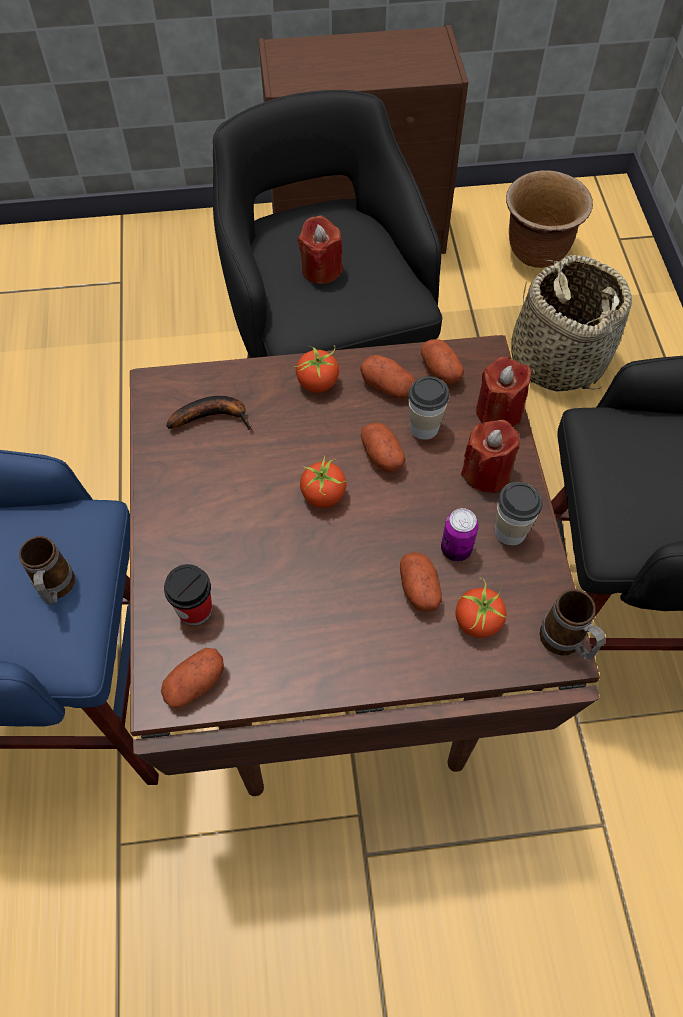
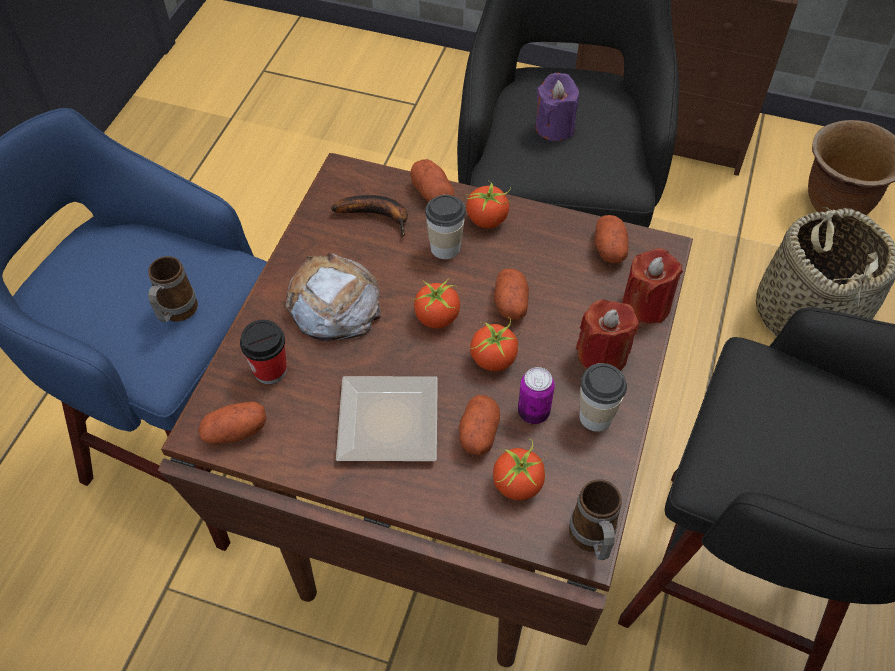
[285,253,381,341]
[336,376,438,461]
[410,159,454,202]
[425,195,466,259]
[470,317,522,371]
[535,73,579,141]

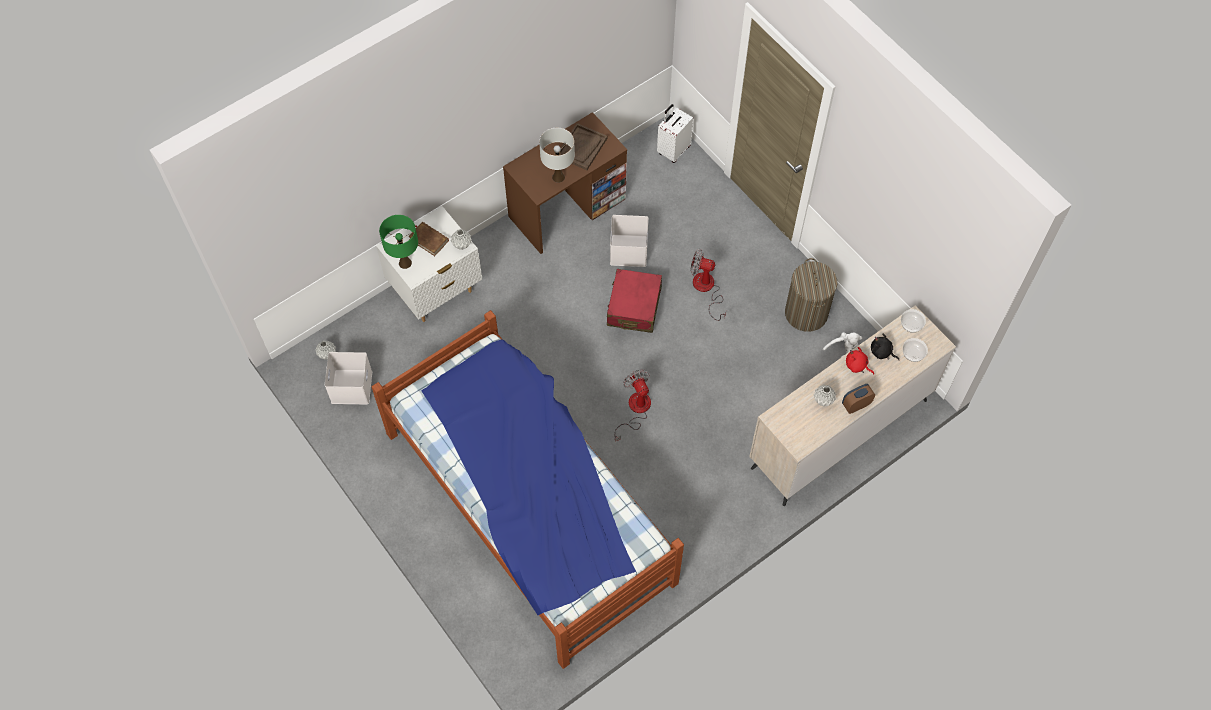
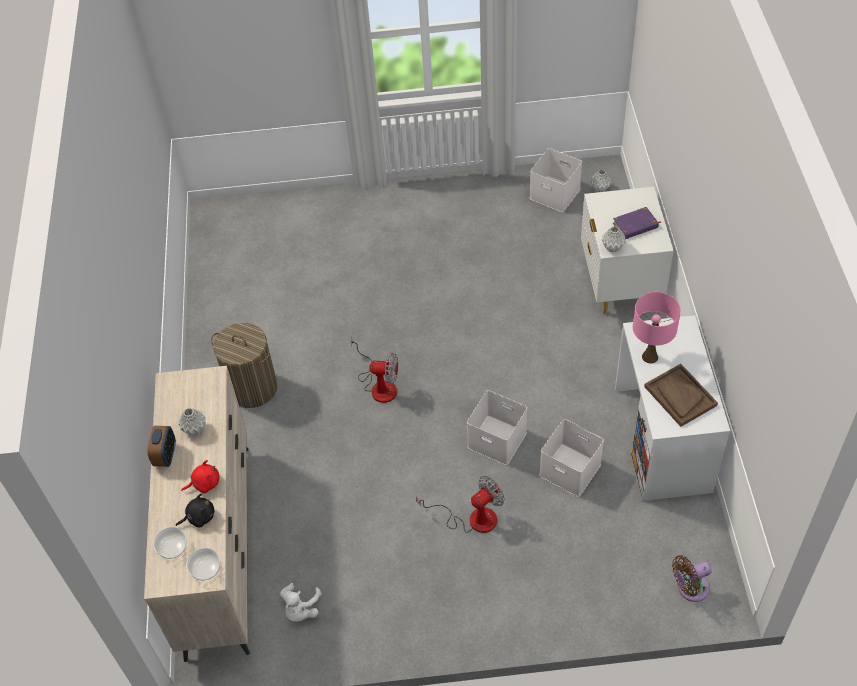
[211,323,277,408]
[467,390,527,465]
[613,207,662,239]
[615,315,730,500]
[633,292,681,363]
[672,555,712,602]
[371,310,684,669] (first image)
[379,215,418,269] (first image)

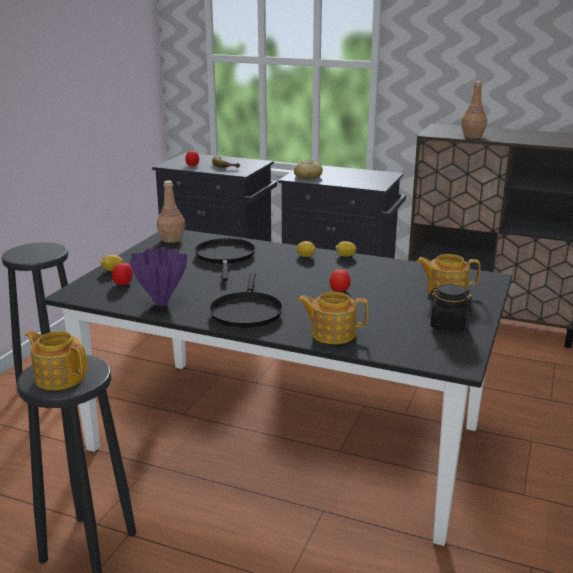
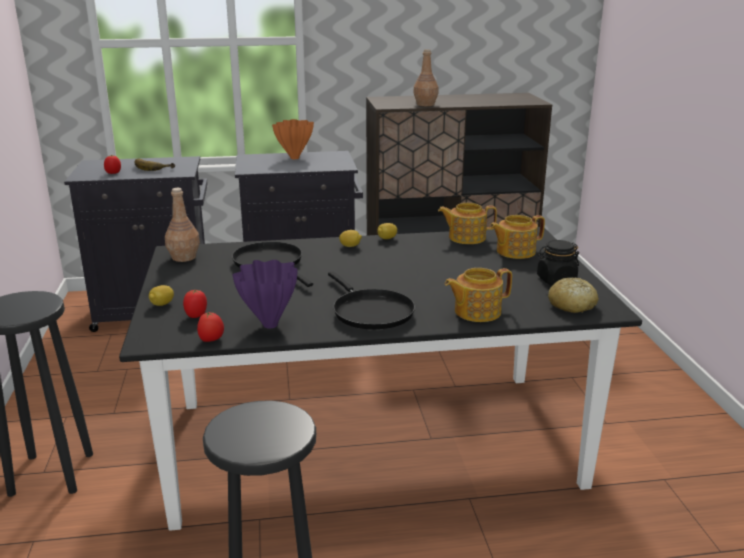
[197,312,224,342]
[272,119,314,159]
[438,203,497,244]
[548,278,599,313]

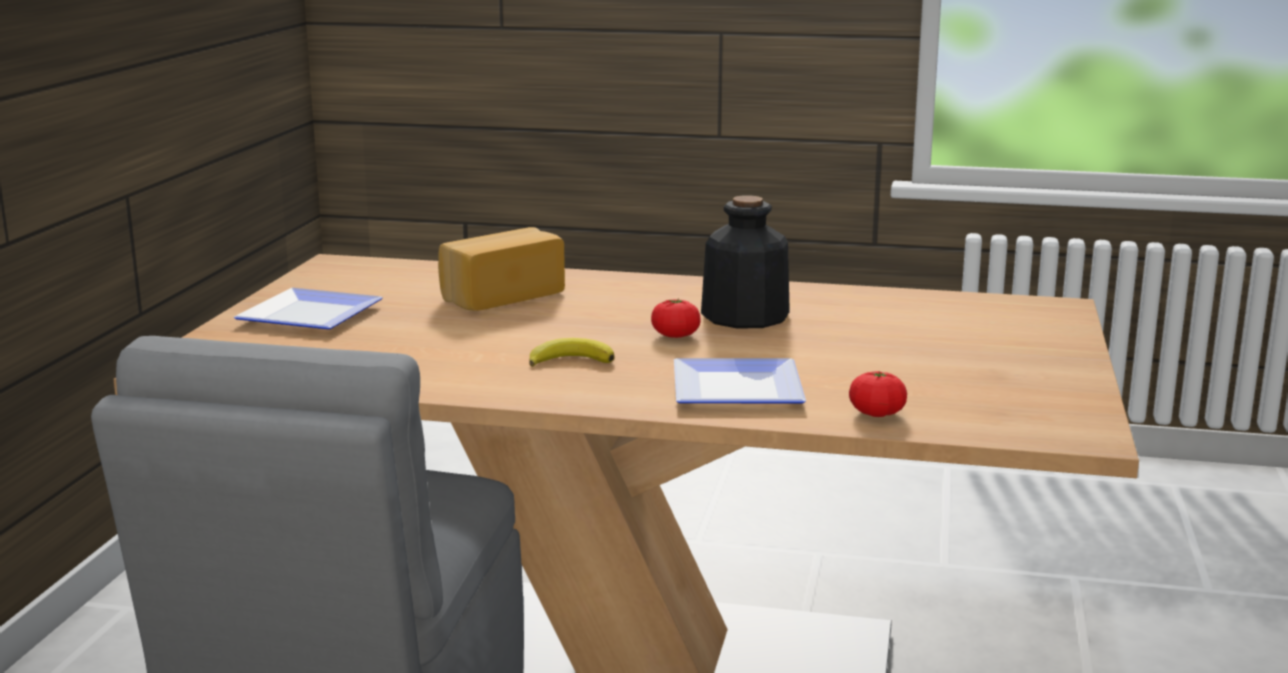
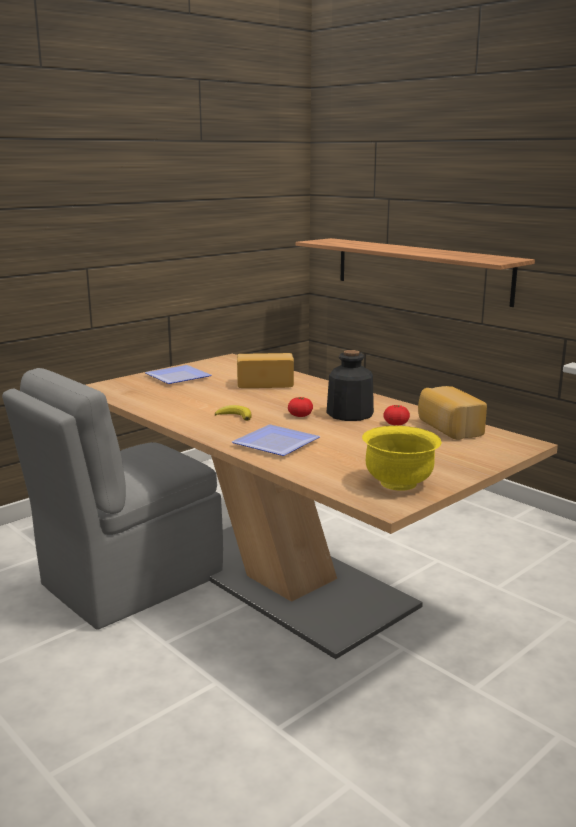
[296,238,535,307]
[362,426,441,491]
[383,405,410,426]
[418,386,487,440]

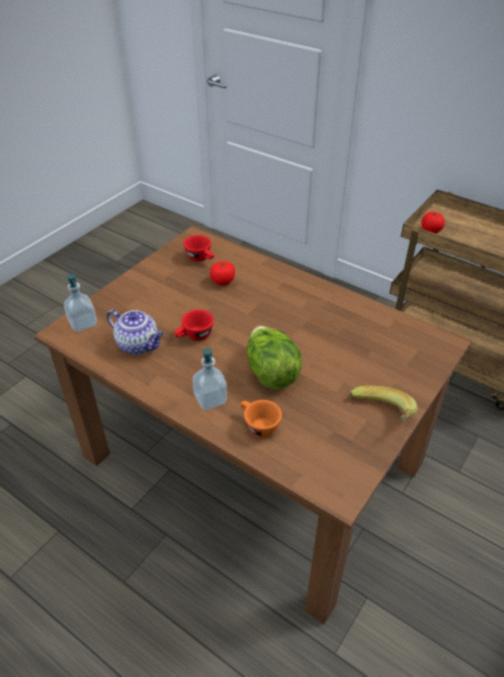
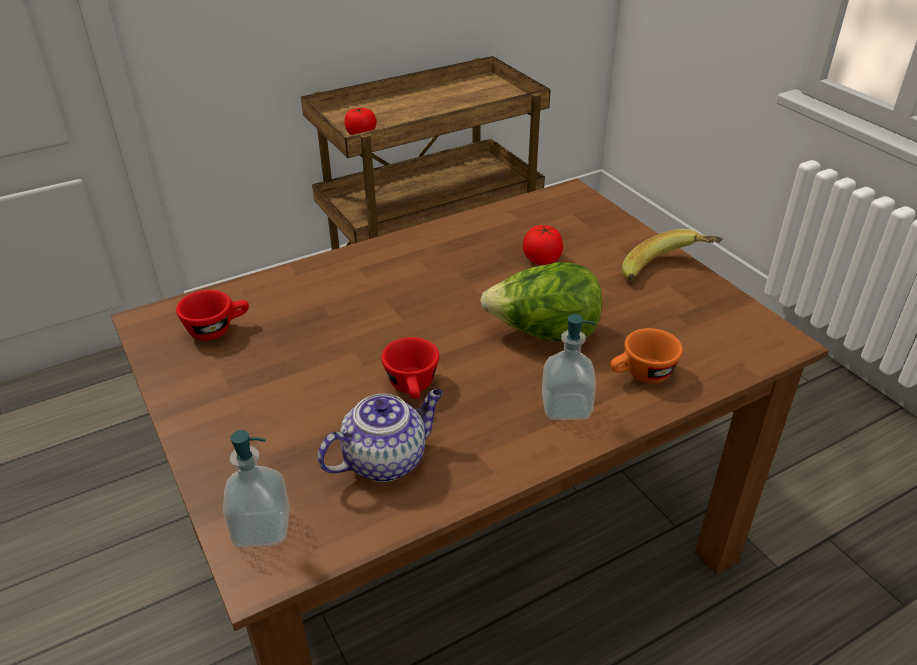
[523,225,563,265]

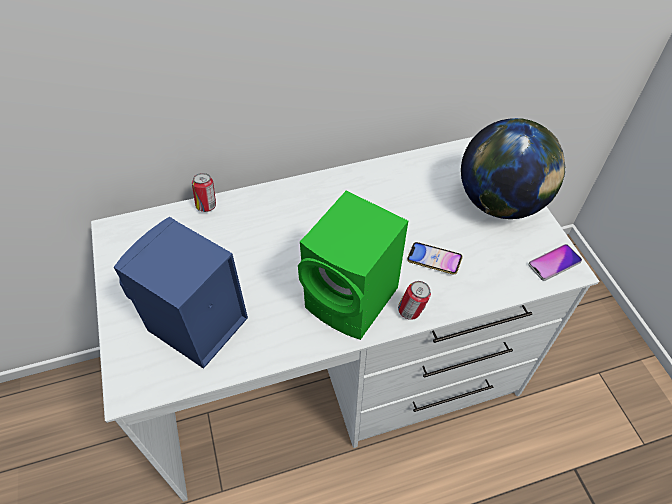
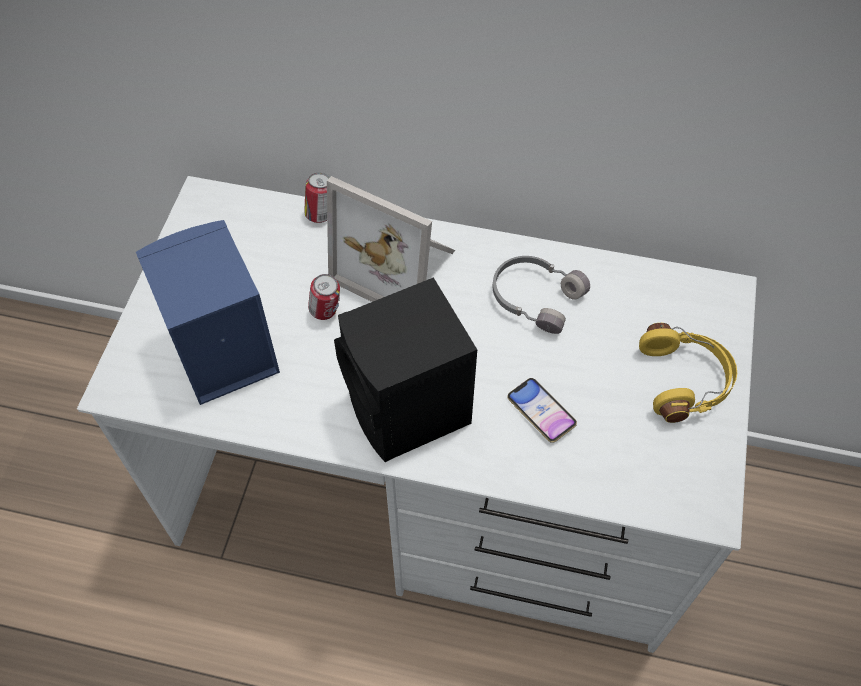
[308,274,340,320]
[327,176,455,302]
[334,277,477,462]
[493,256,590,334]
[639,323,737,423]
[528,244,582,281] (first image)

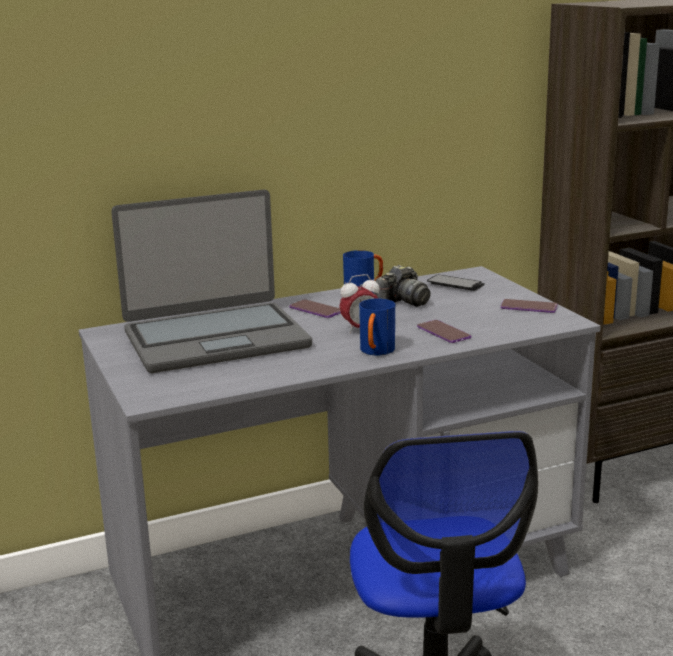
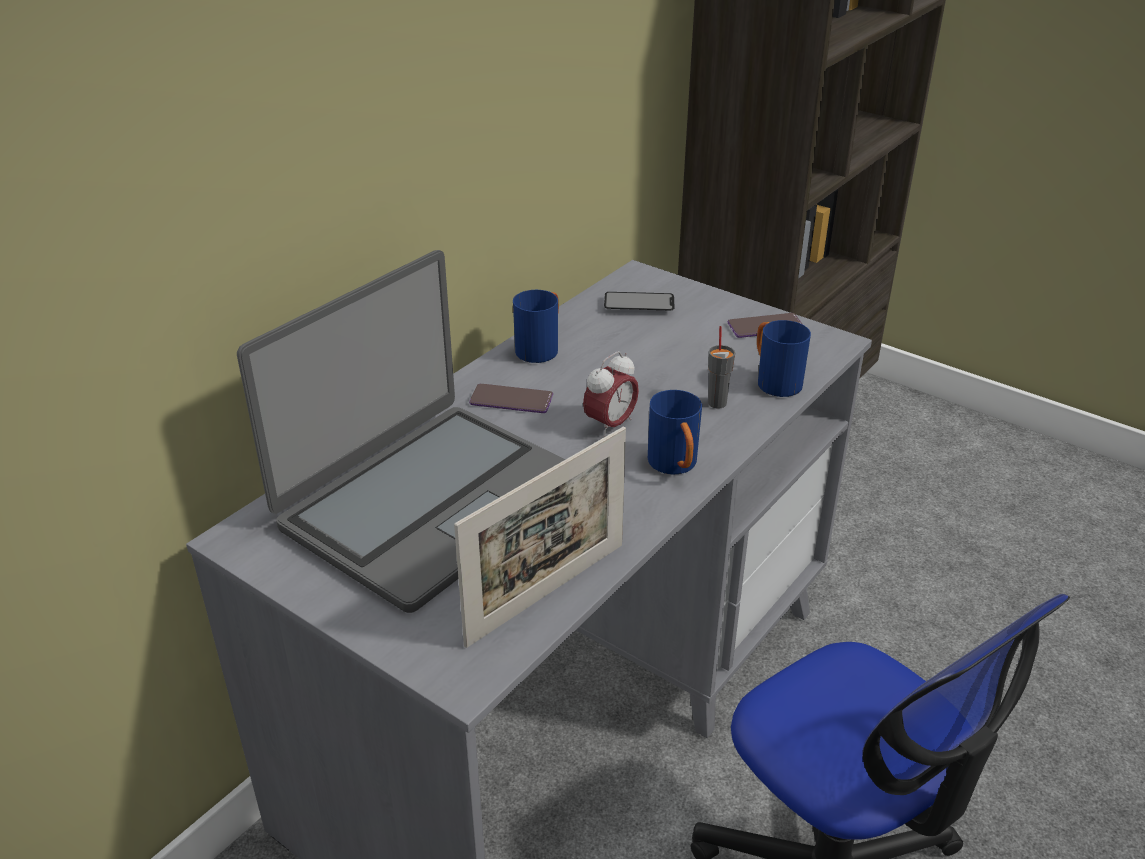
[454,426,626,648]
[708,326,735,409]
[757,320,811,397]
[373,265,431,307] (first image)

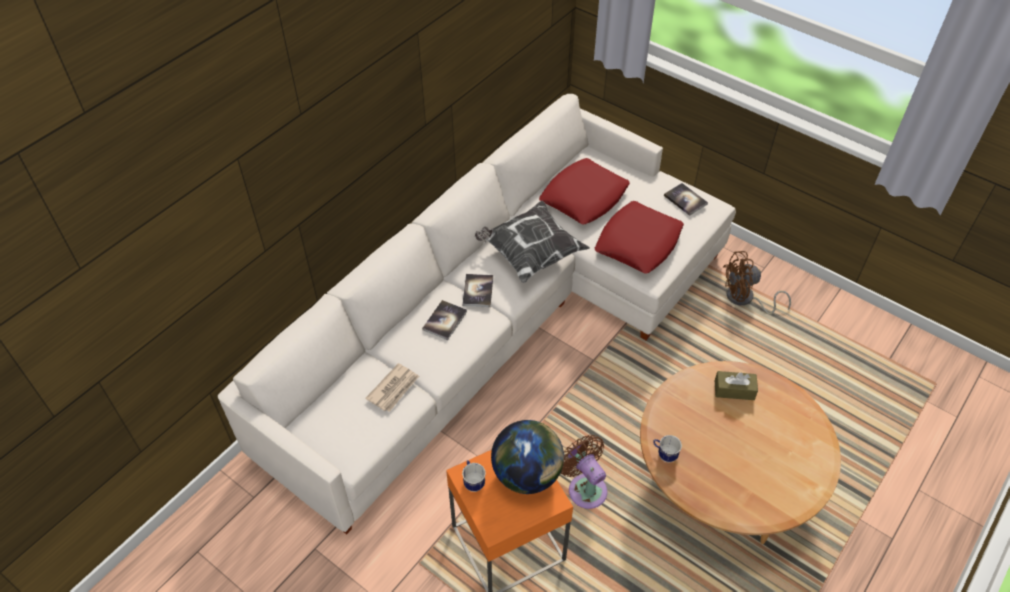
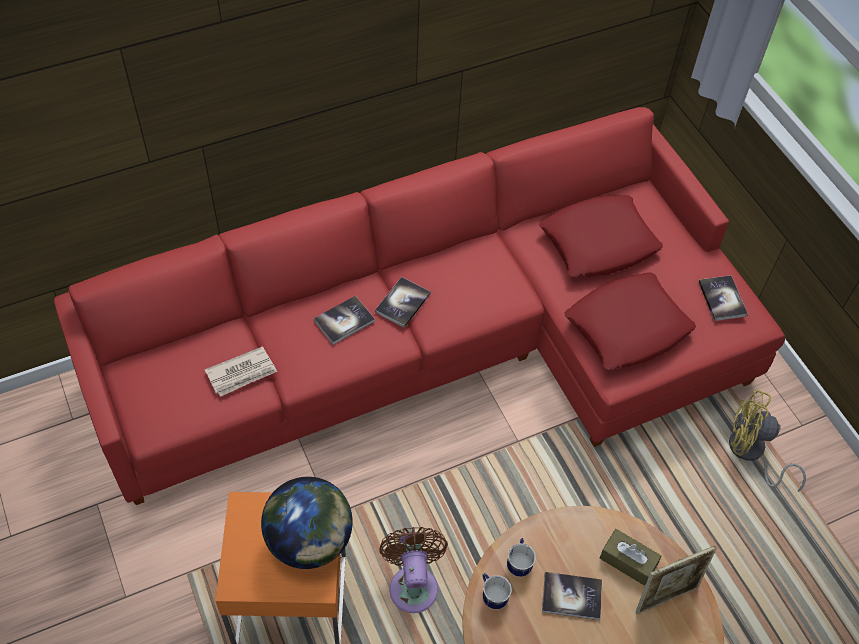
[54,107,785,505]
[507,538,536,577]
[542,572,602,620]
[636,546,717,614]
[729,389,806,492]
[475,201,590,283] (first image)

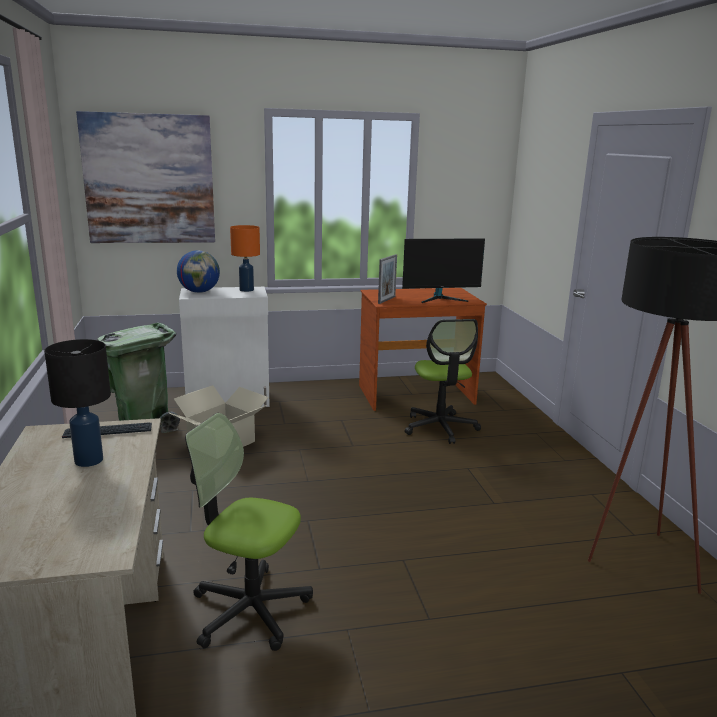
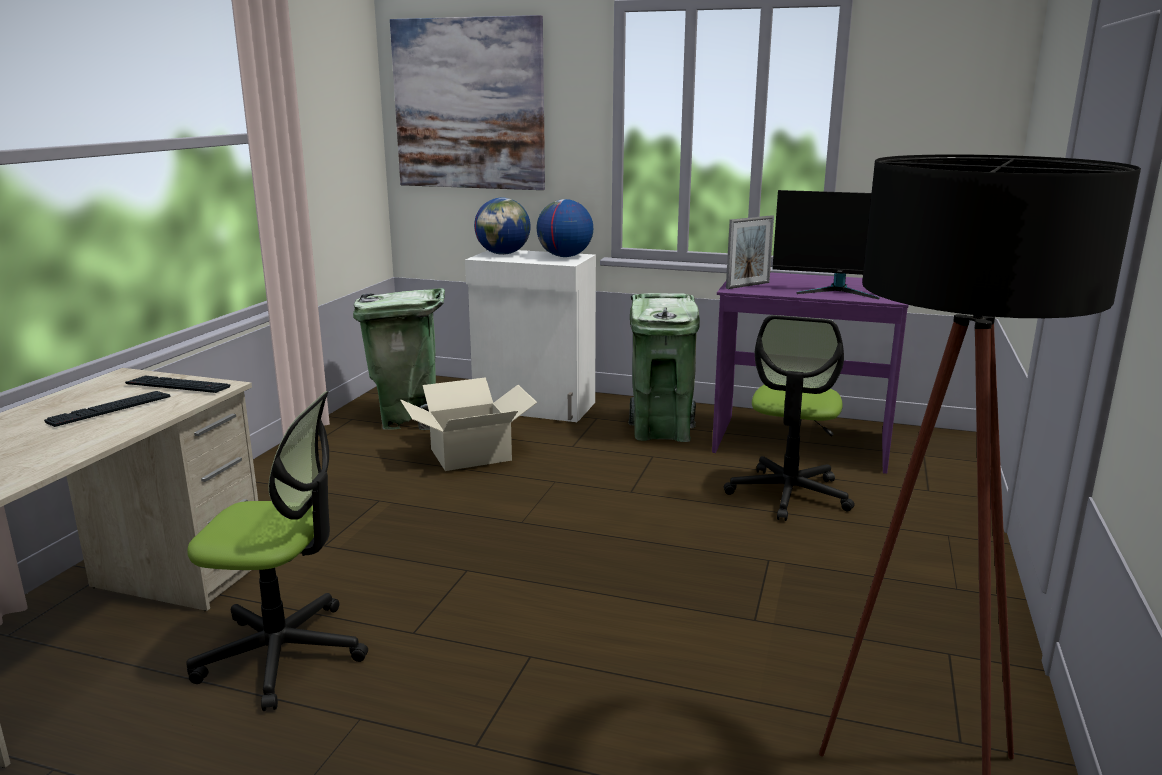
[44,391,170,427]
[187,391,368,711]
[537,199,593,257]
[629,293,700,442]
[712,272,909,474]

